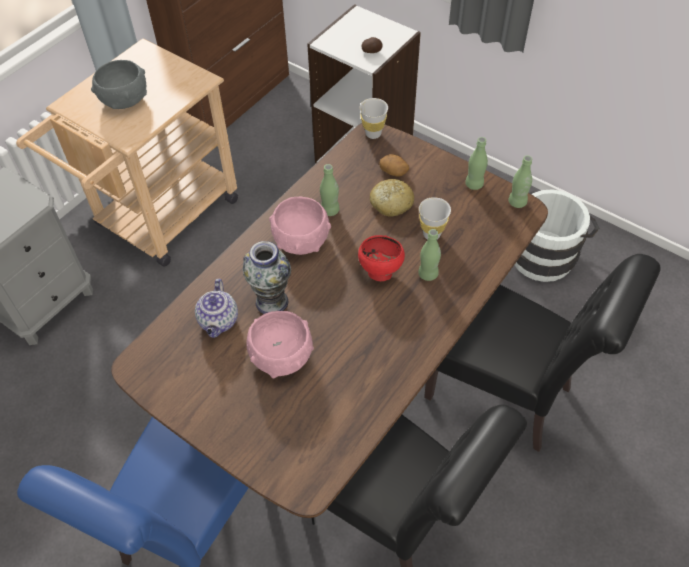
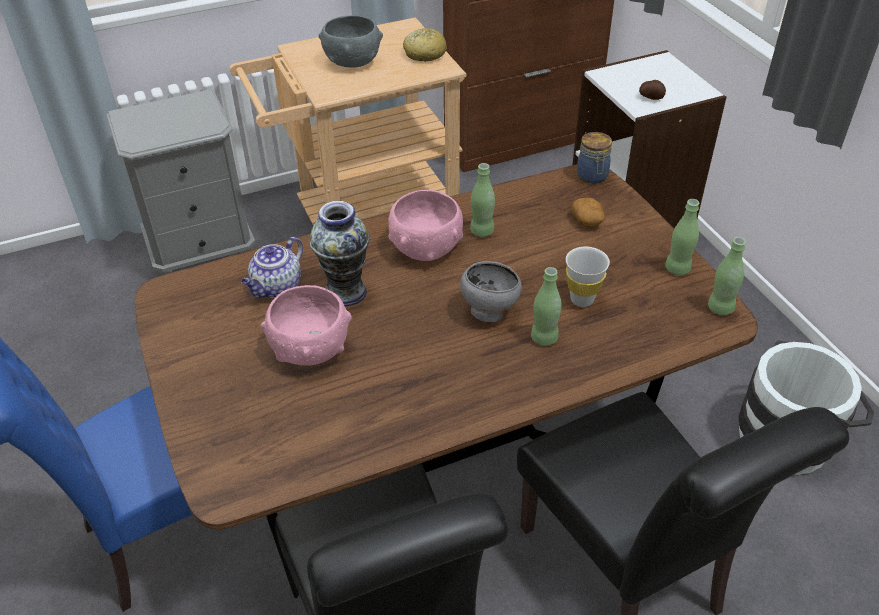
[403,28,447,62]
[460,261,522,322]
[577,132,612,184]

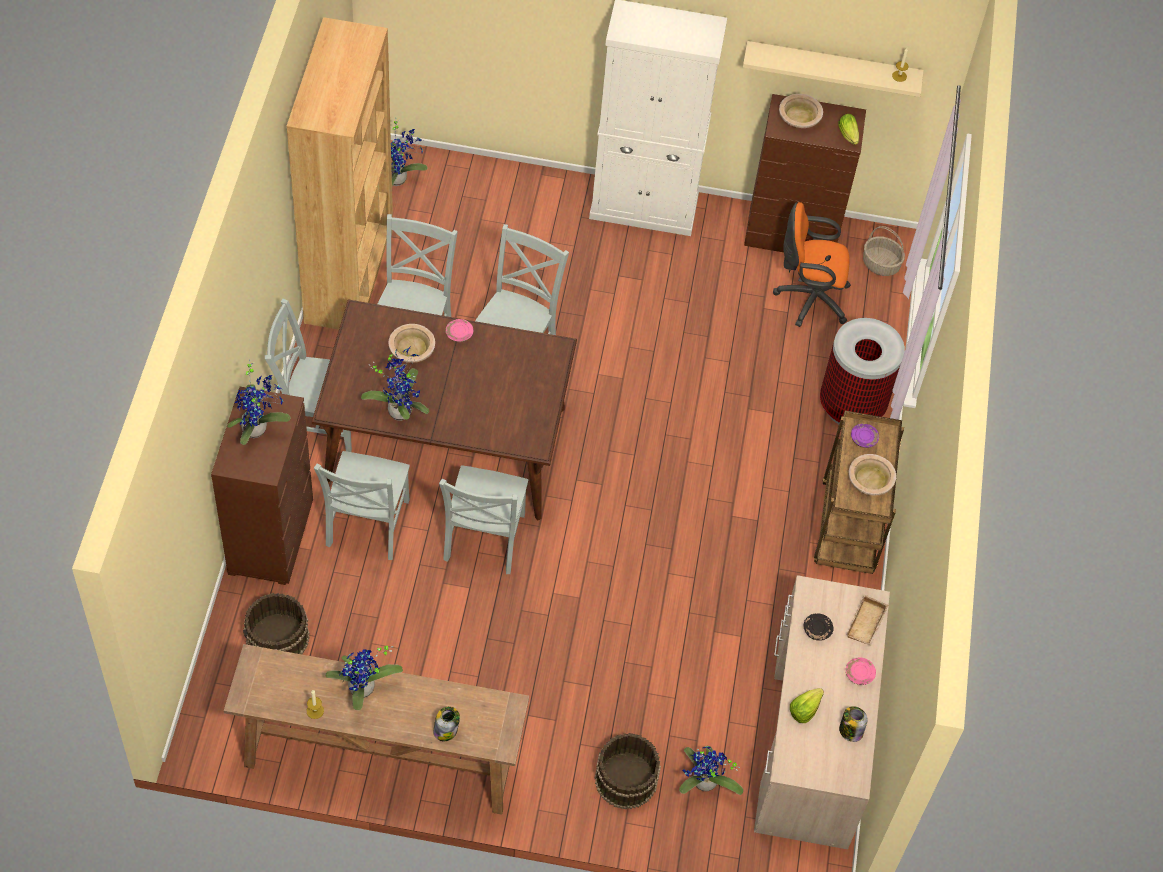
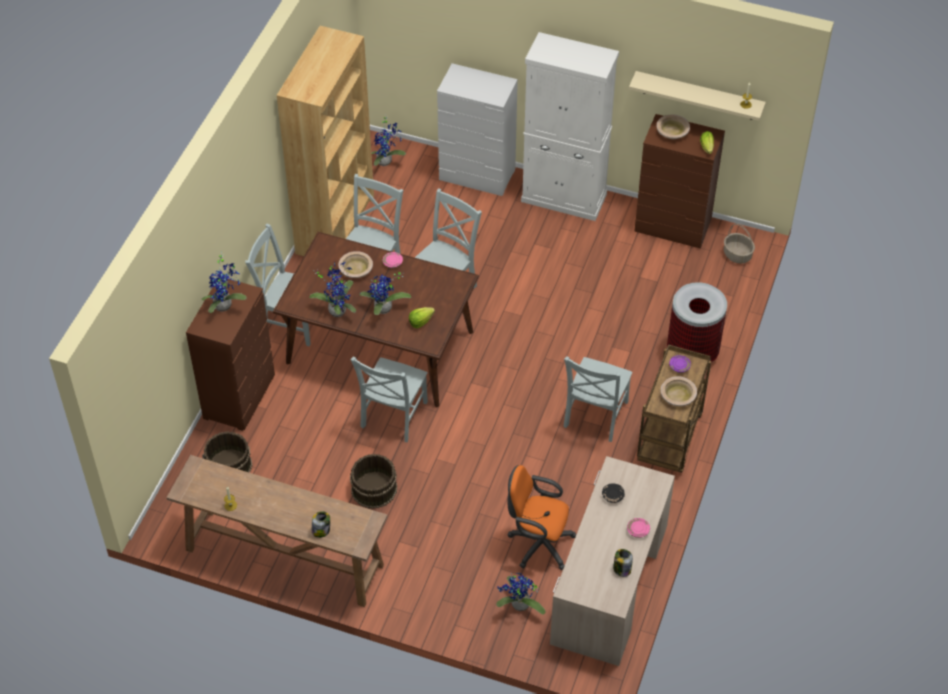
[350,454,397,509]
[359,272,411,315]
[409,307,435,328]
[437,63,518,196]
[507,465,576,570]
[563,356,632,442]
[846,595,888,646] (first image)

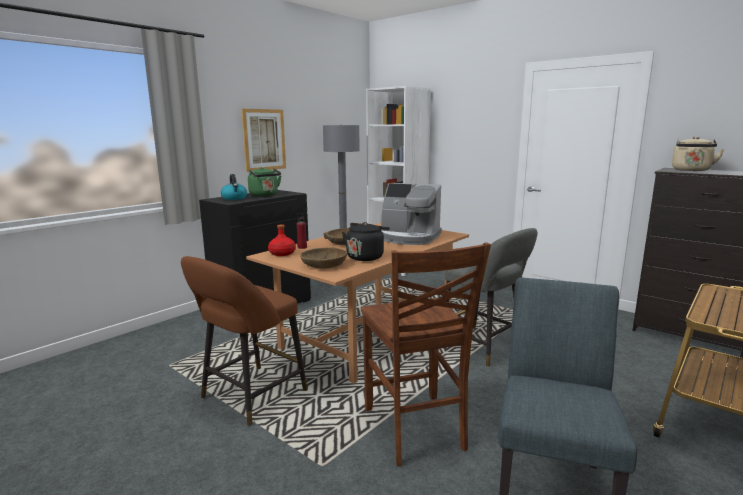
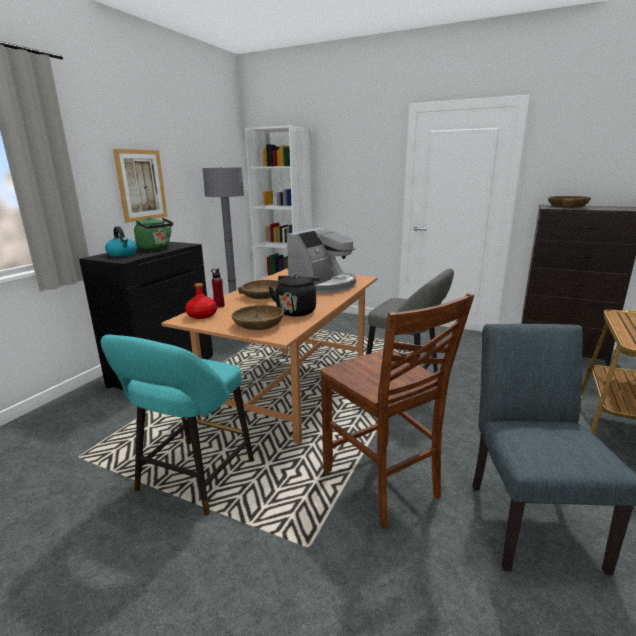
[101,334,254,516]
[287,227,356,294]
[548,196,591,208]

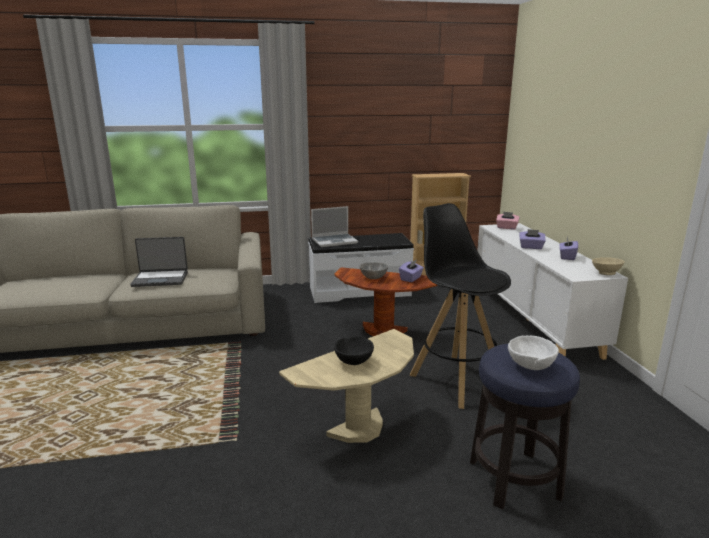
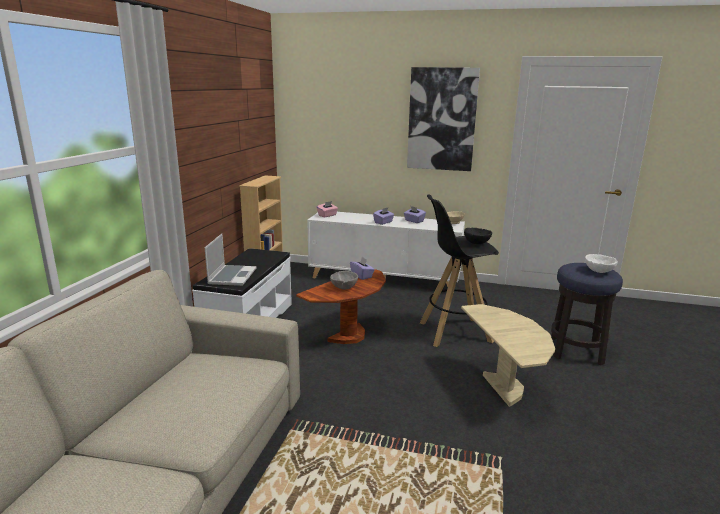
[407,67,480,171]
[464,228,492,244]
[130,237,188,287] (first image)

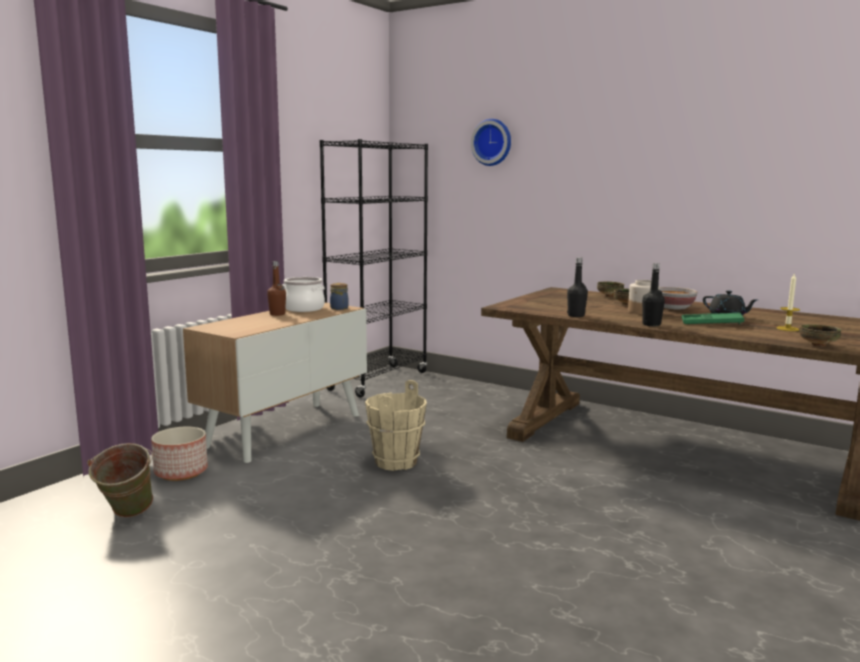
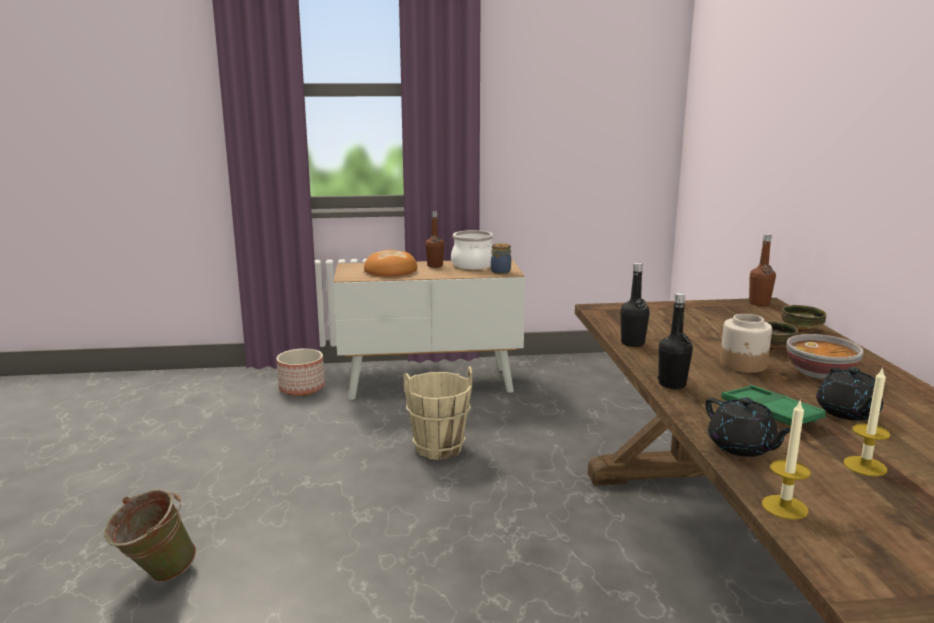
[104,489,197,582]
[364,250,417,276]
[705,397,791,457]
[749,234,776,306]
[762,399,811,520]
[320,139,428,398] (first image)
[471,119,511,166] (first image)

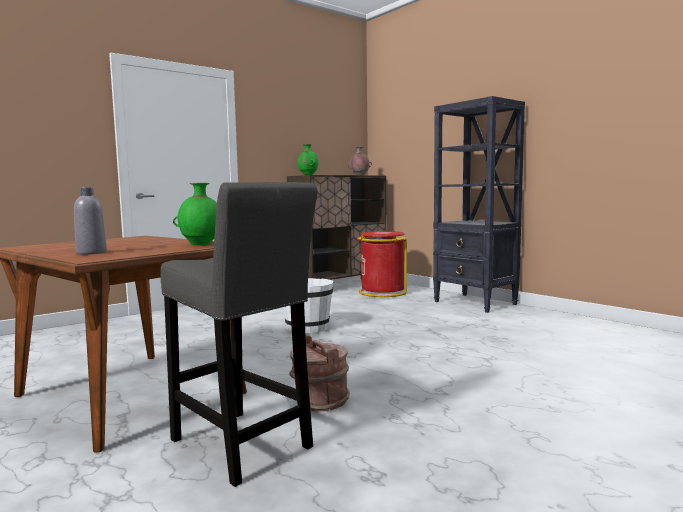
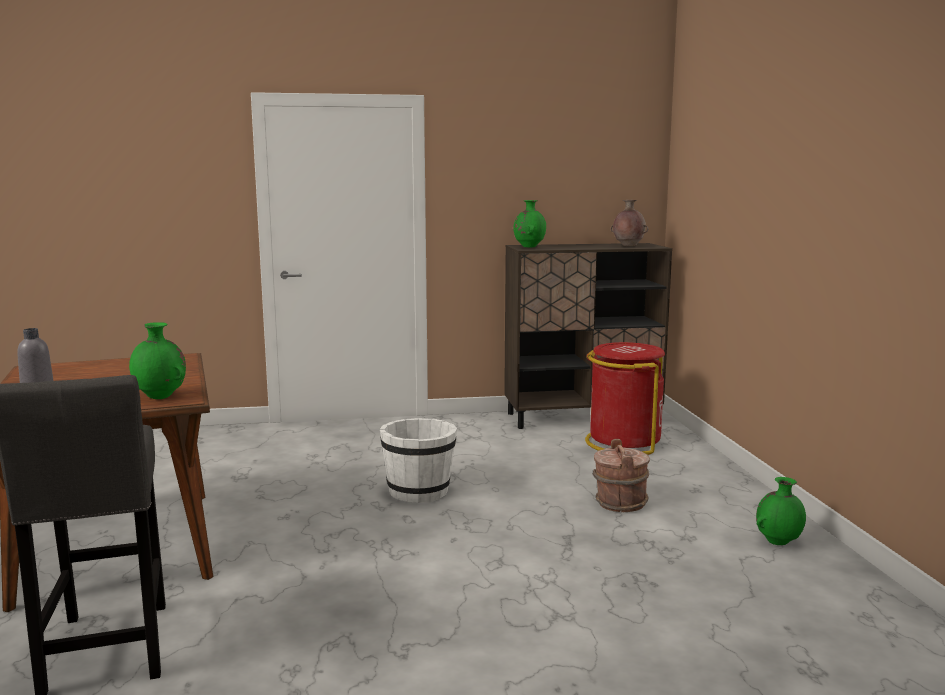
[593,439,650,512]
[756,477,806,545]
[433,96,525,313] (first image)

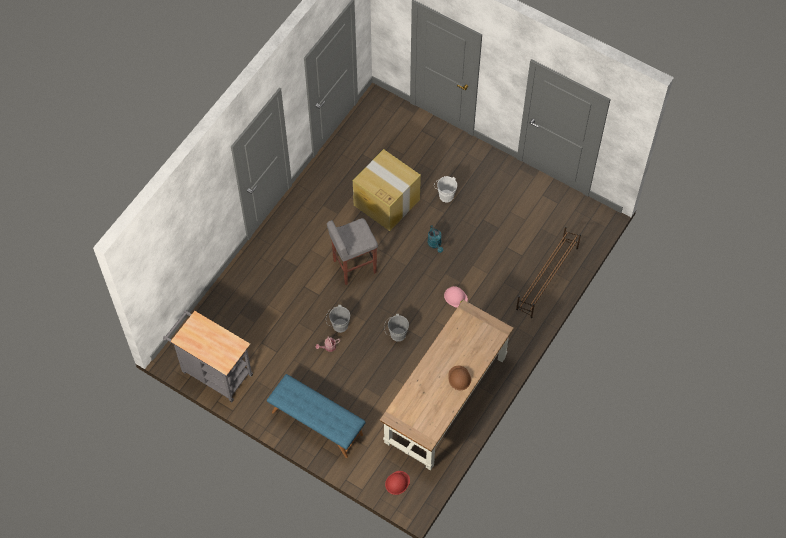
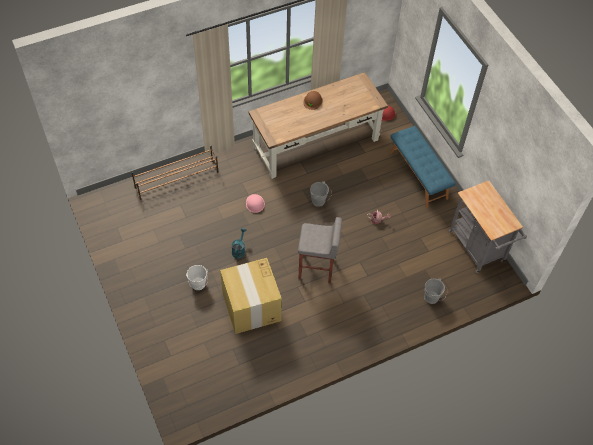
[424,278,447,304]

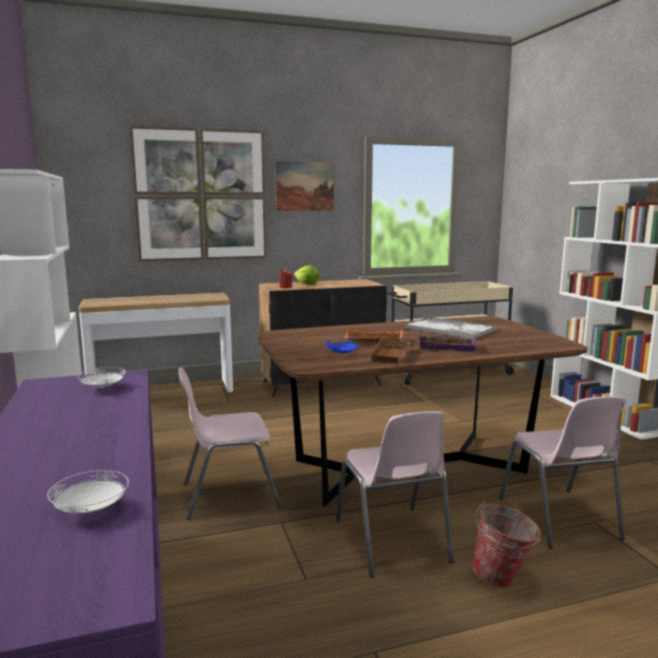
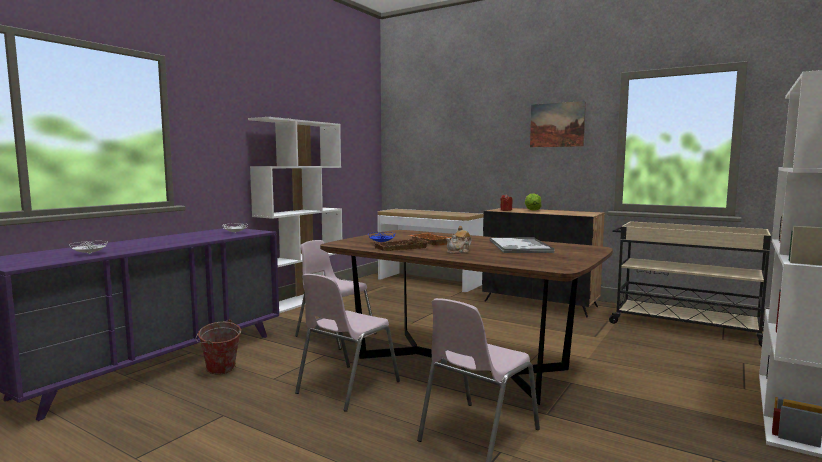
[195,319,241,375]
[446,226,472,254]
[130,126,267,262] (first image)

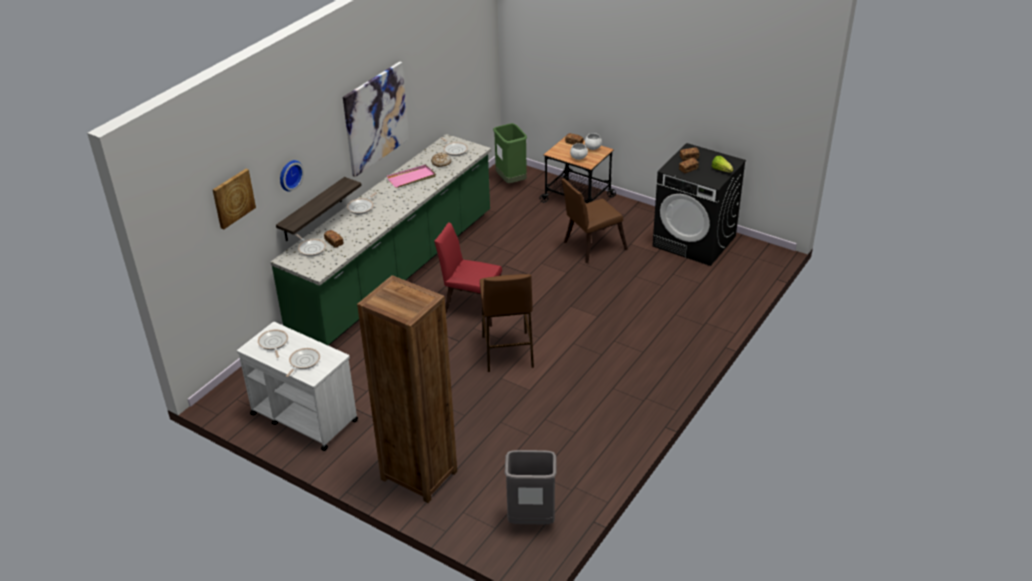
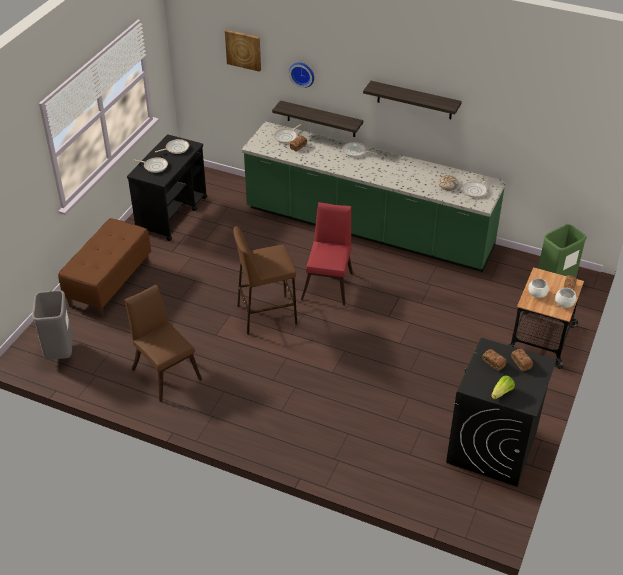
[58,218,151,317]
[124,284,202,402]
[127,135,207,241]
[363,81,462,119]
[387,165,436,188] (first image)

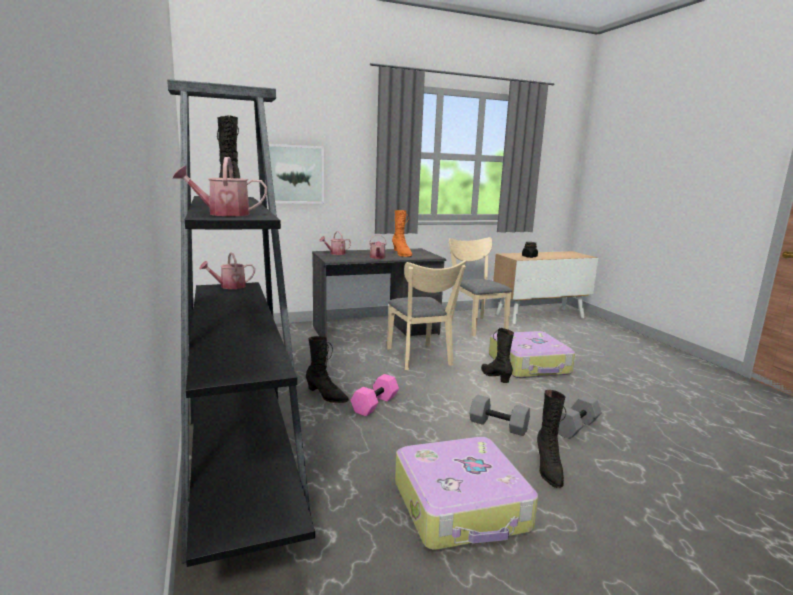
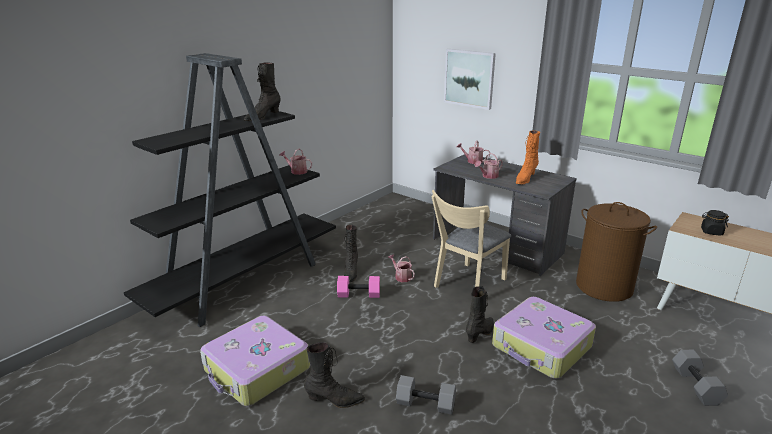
[304,342,365,408]
[388,254,415,282]
[576,202,657,302]
[672,350,728,406]

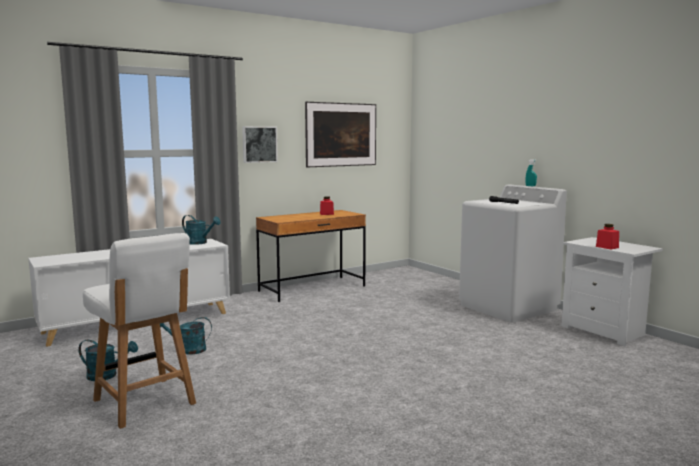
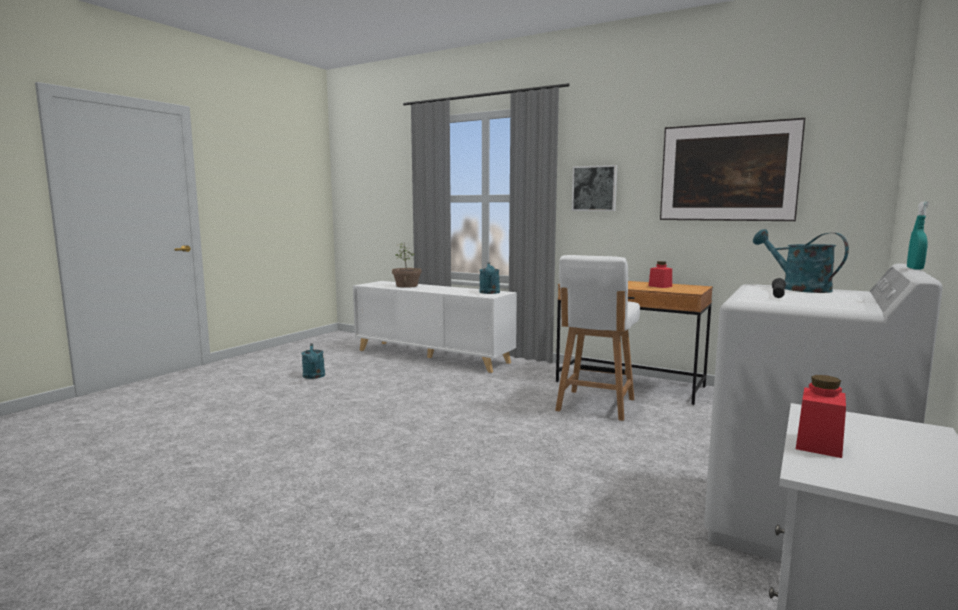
[392,242,421,288]
[555,255,640,421]
[753,229,849,293]

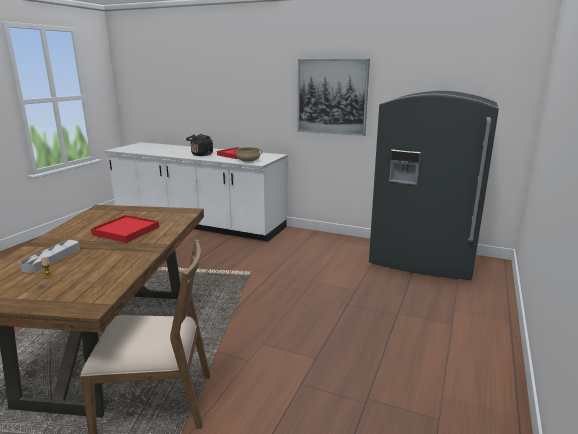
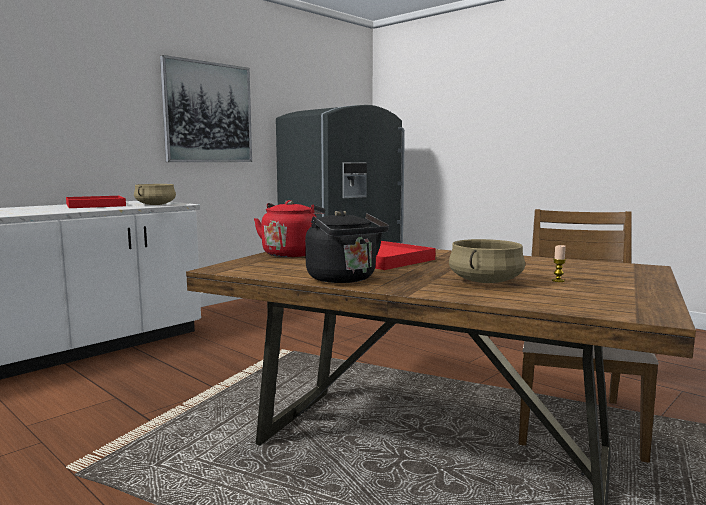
[254,200,325,257]
[305,210,389,283]
[449,239,525,283]

